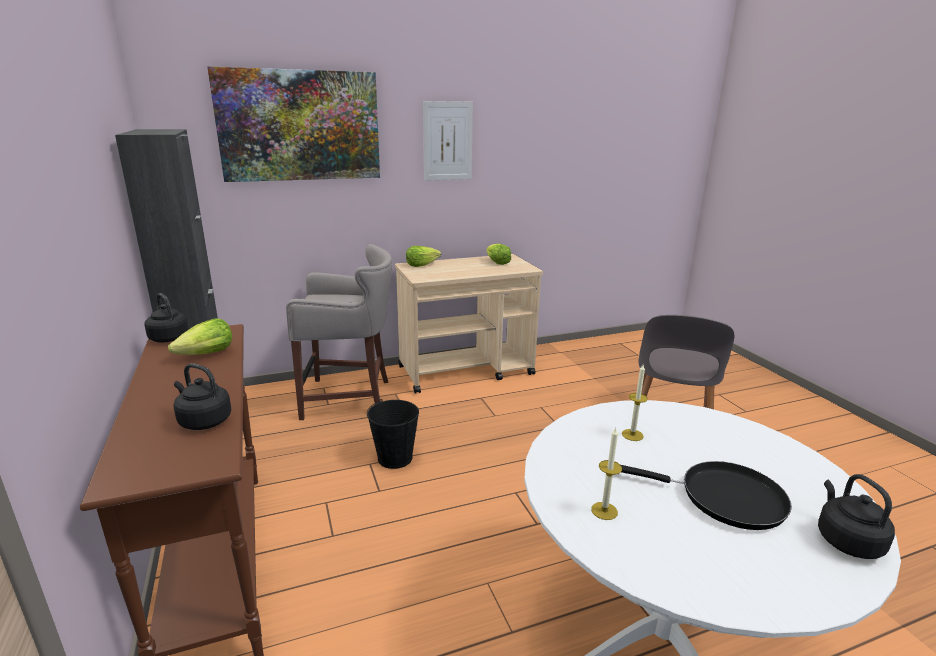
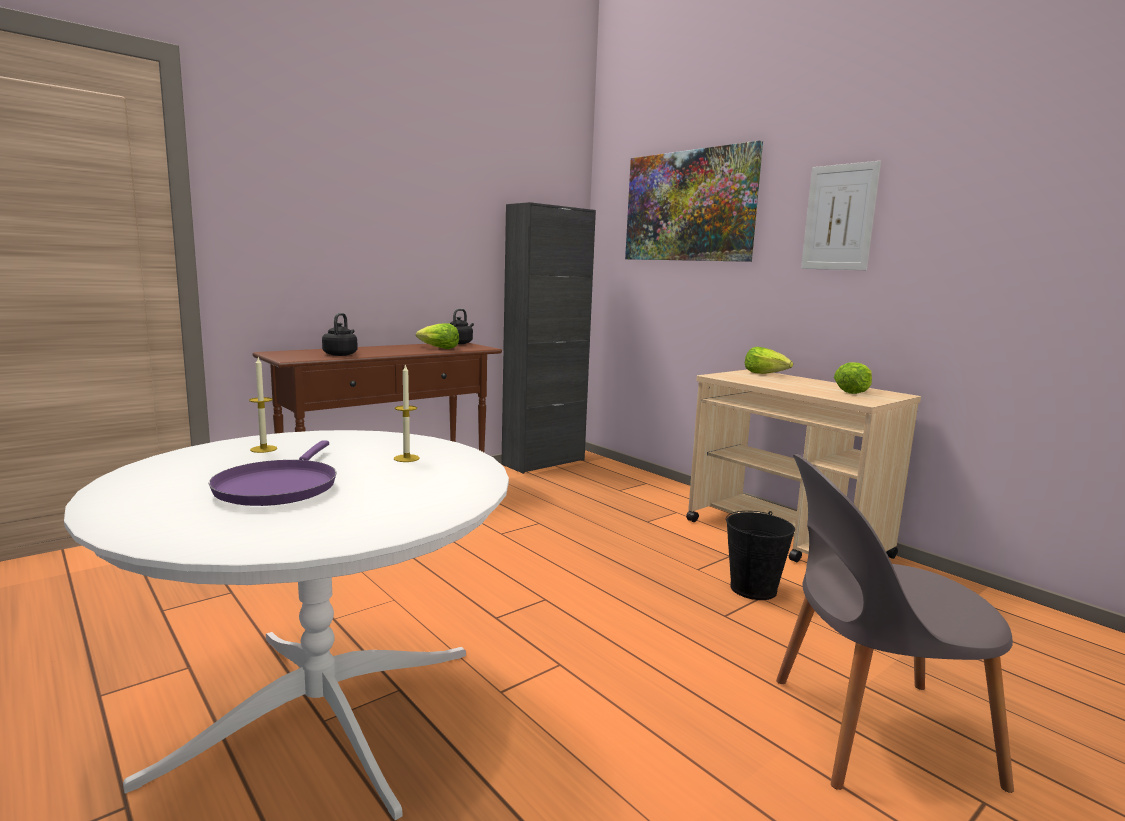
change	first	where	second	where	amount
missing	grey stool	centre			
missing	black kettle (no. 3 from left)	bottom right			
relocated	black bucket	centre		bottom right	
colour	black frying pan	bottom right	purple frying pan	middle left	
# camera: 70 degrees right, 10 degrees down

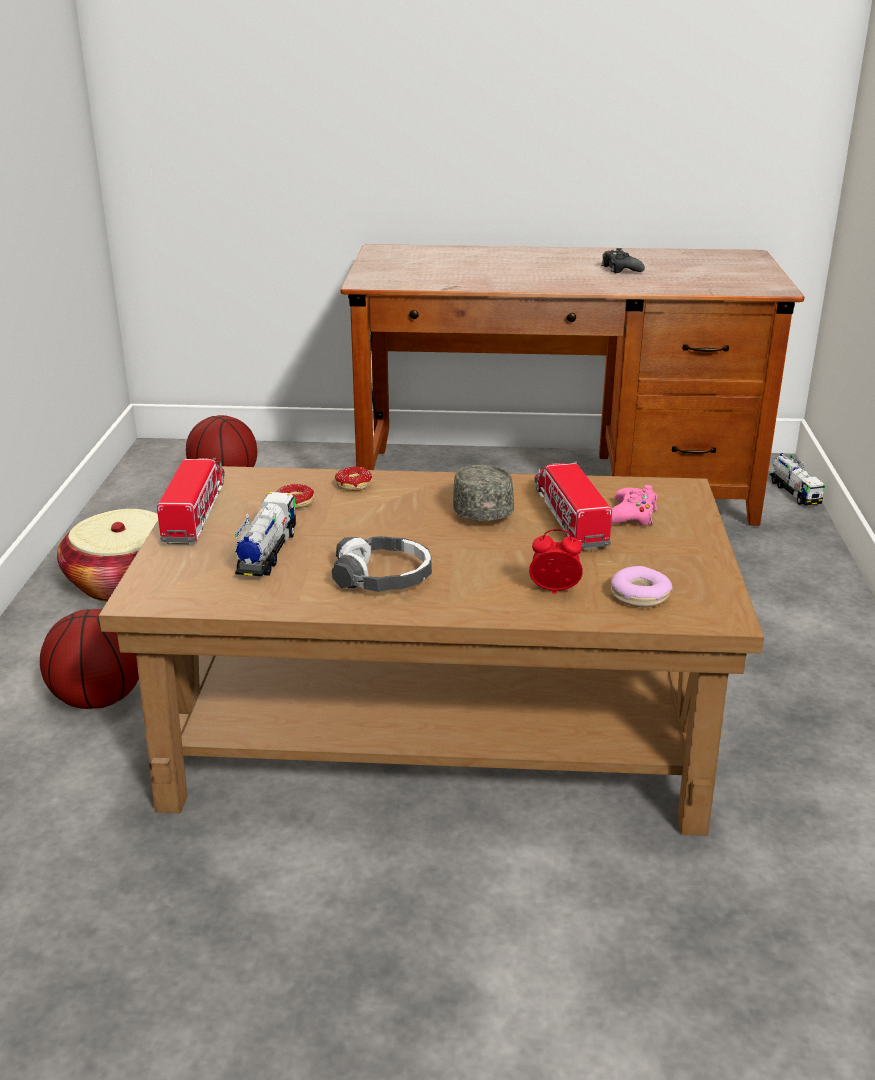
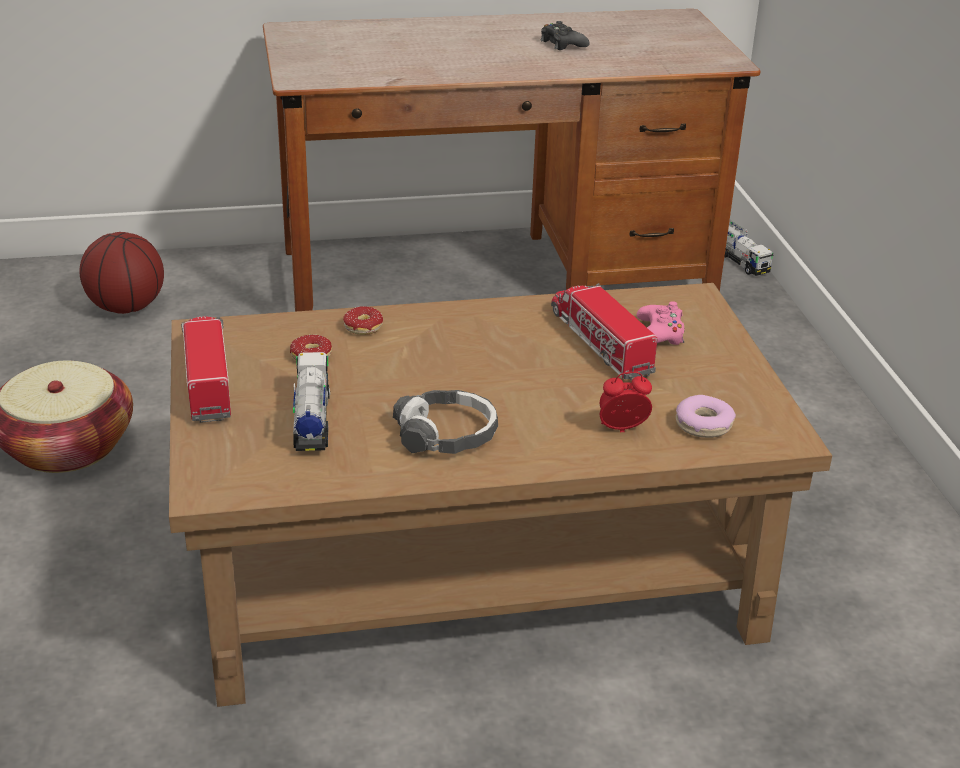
change	first	where	second	where	amount
missing	basketball (no. 1 from left)	middle left			
missing	grey cap	centre			
# camera: 15 degrees left, 5 degrees up

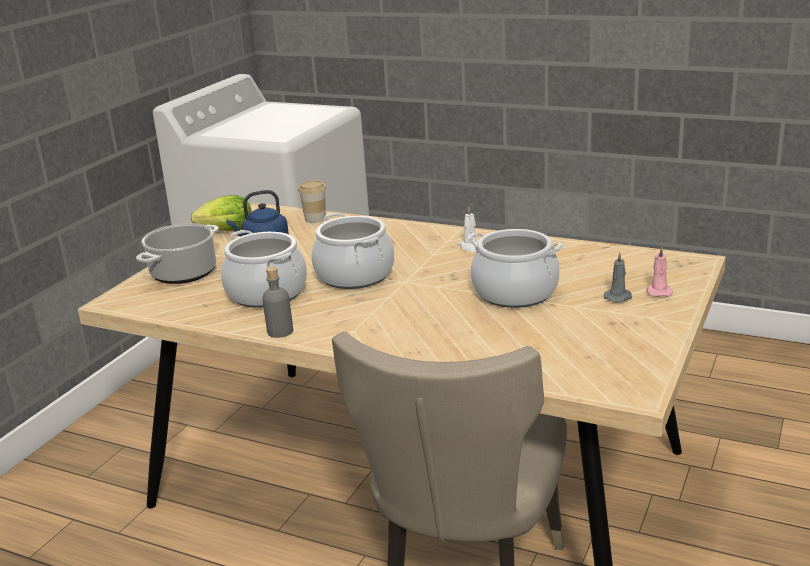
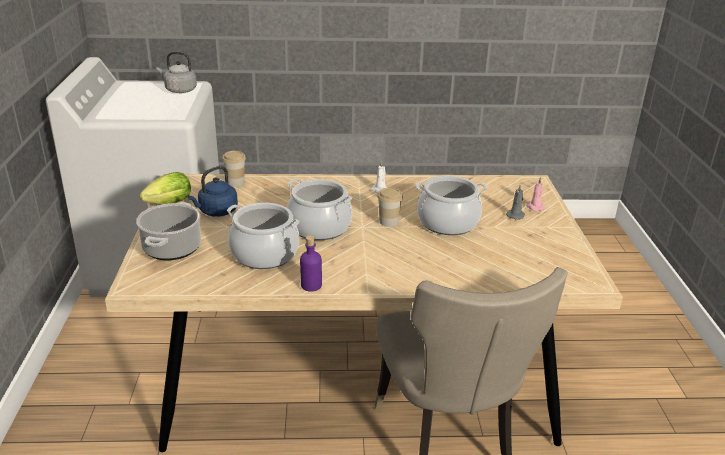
change	first	where	second	where	amount
appeared			grey kettle	top left	
appeared			cup (no. 2 from left)	centre	
colour	grey bottle	centre	purple bottle	centre	
# camera: 30 degrees left, 5 degrees up

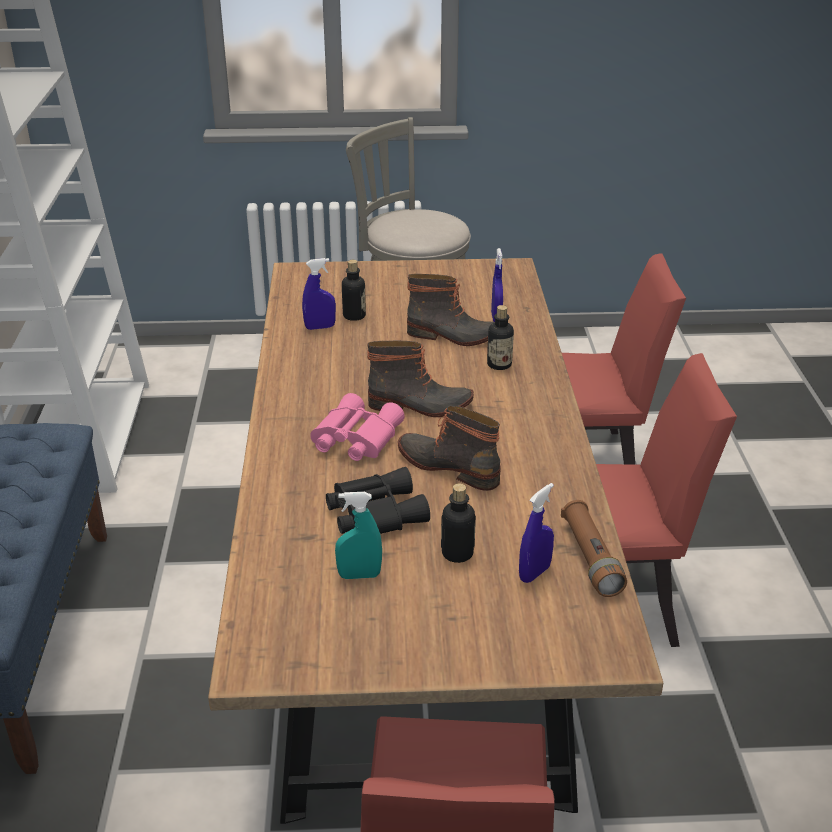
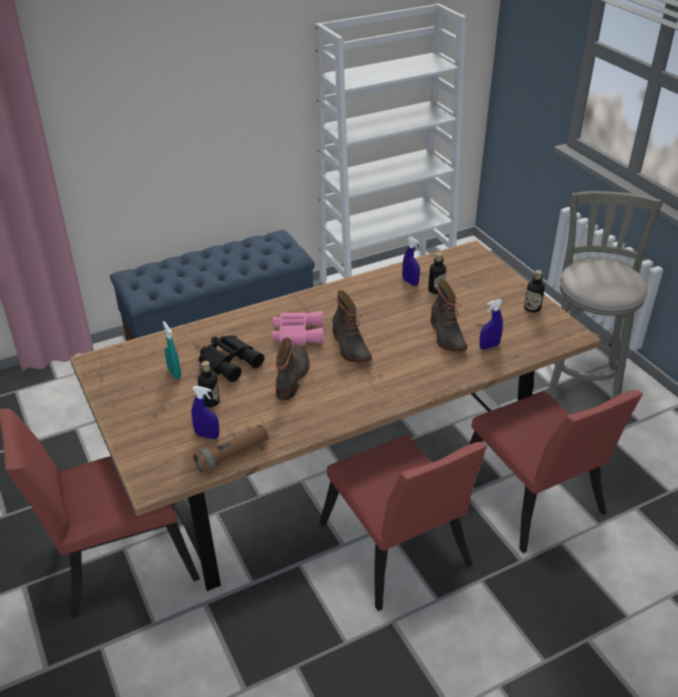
change	first	where	second	where	amount
relocated	bottle (no. 3 from left)	centre		middle right	
# camera: 65 degrees right, 5 degrees up

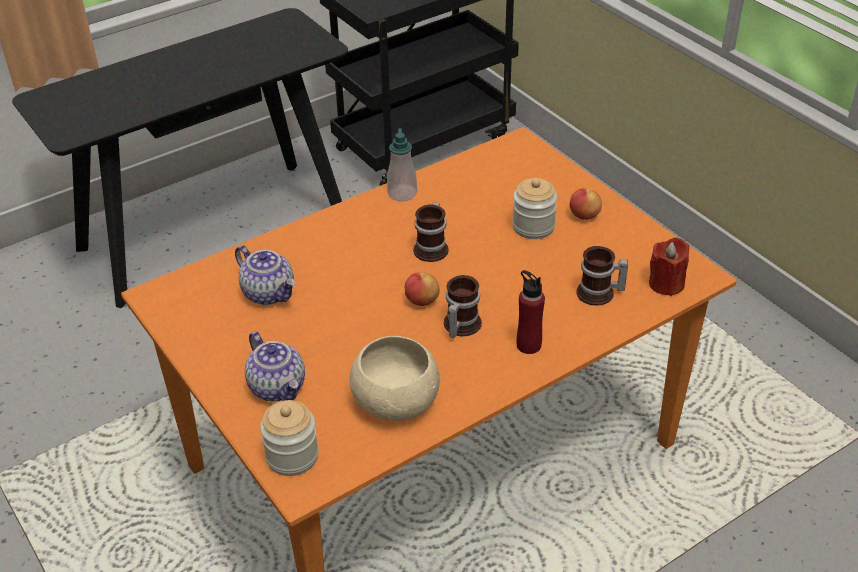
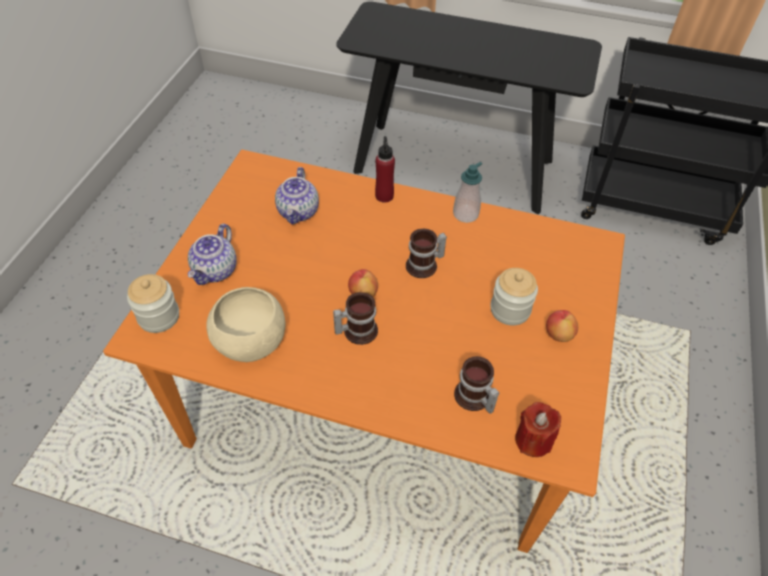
change	first	where	second	where	amount
relocated	red bottle	centre		top centre	
# camera: 50 degrees right, 10 degrees up

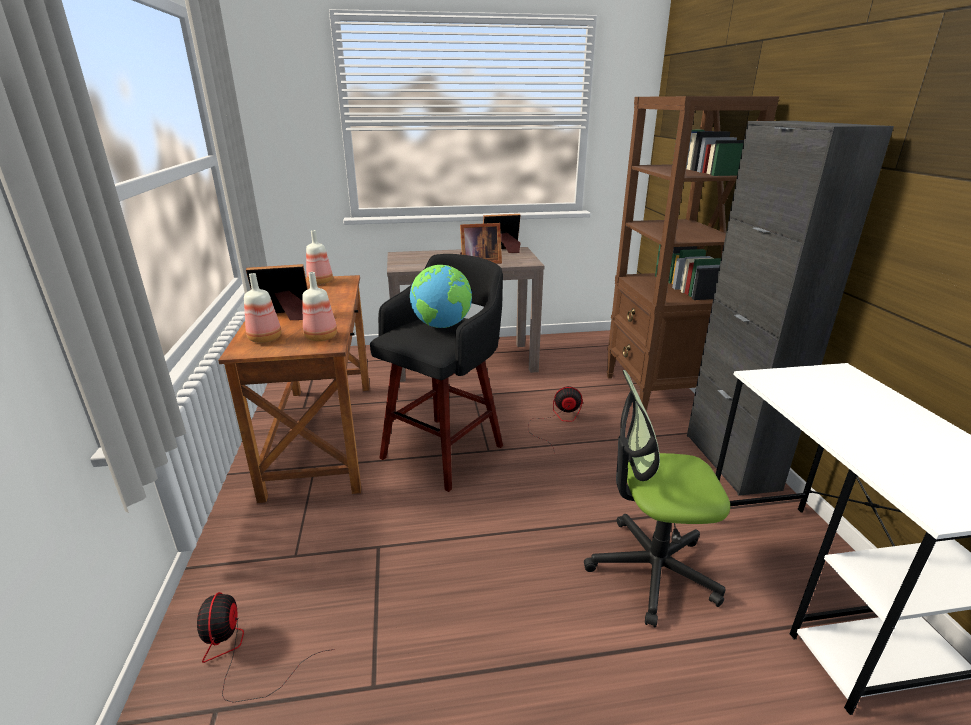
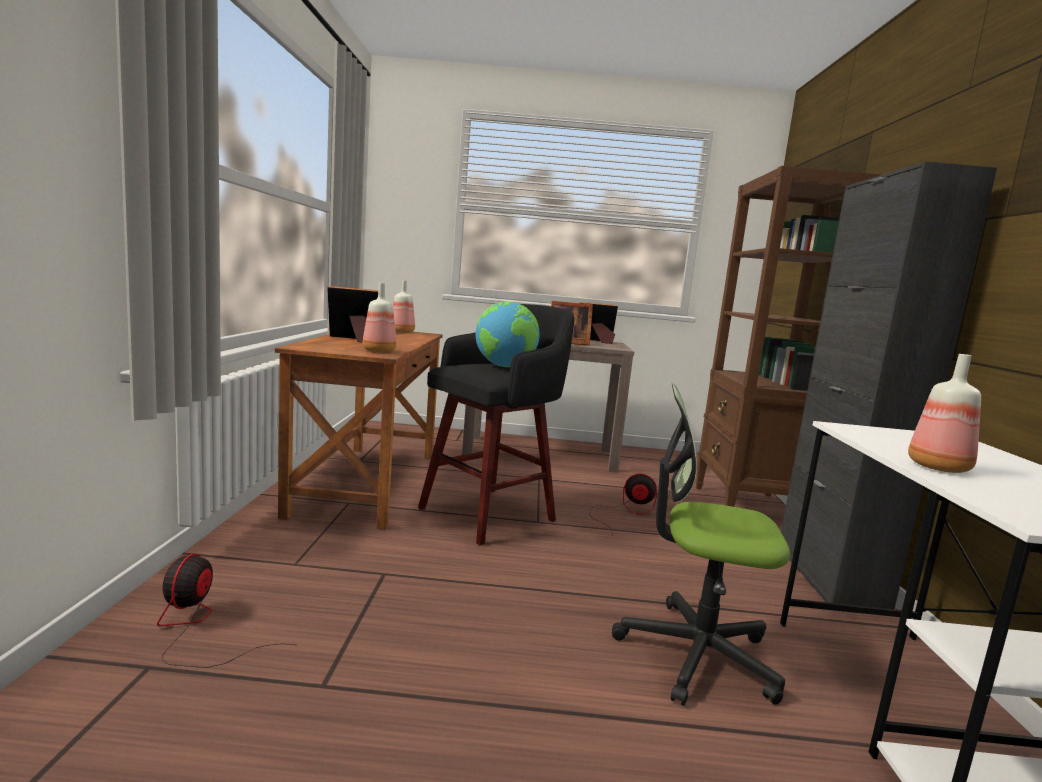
change	first	where	second	where	amount
relocated	bottle (no. 1 from left in the first image)	middle left	bottle (no. 3 from left)	middle right	
# camera: 10 degrees right, 15 degrees down

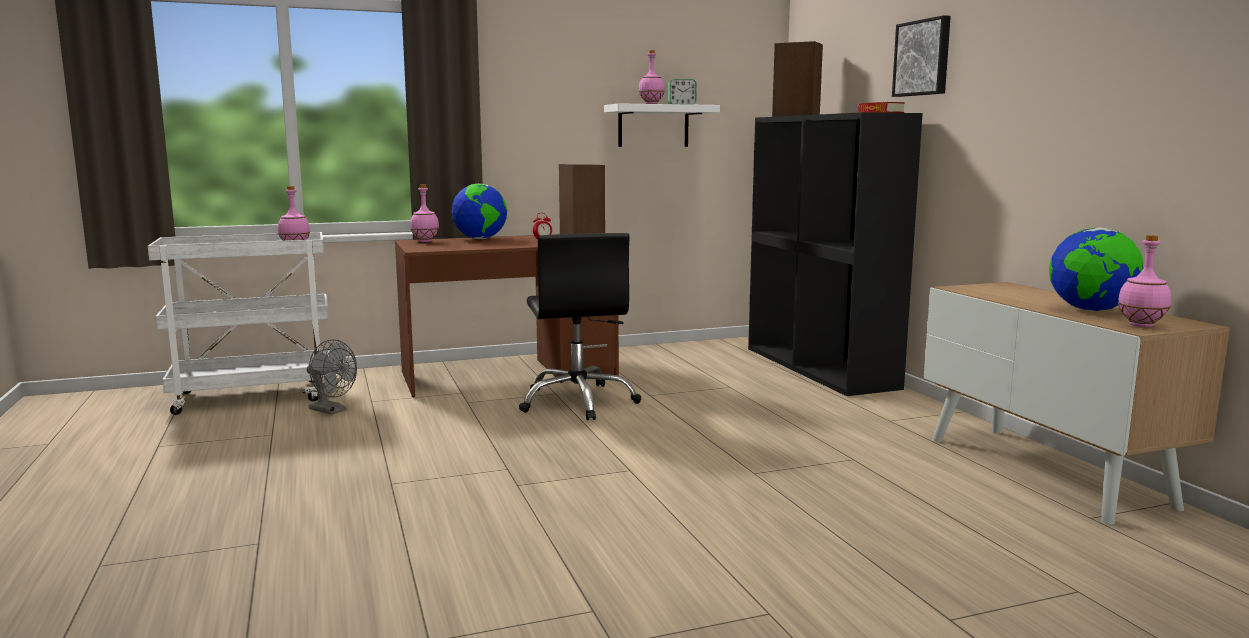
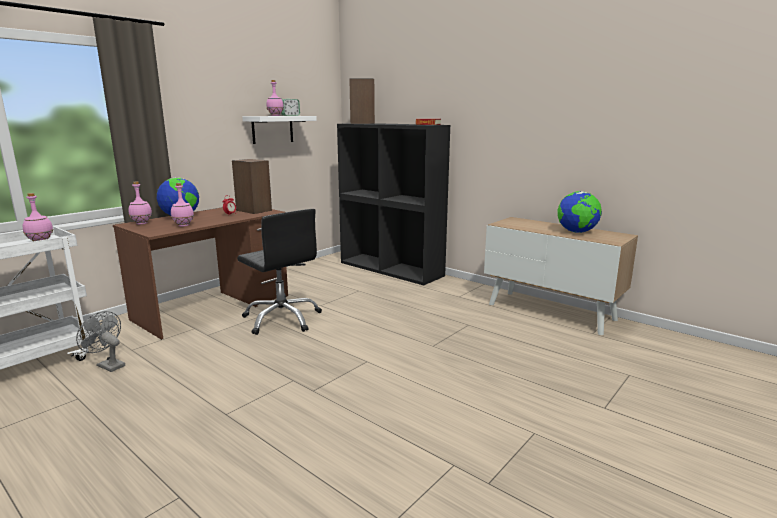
change	first	where	second	where	amount
missing	picture	top right			
relocated	pink bottle (no. 4 from left in the first image)	middle right	pink bottle (no. 3 from left)	middle left	
spun	grey fan	middle left		middle left	150 degrees counterclockwise
# camera: 30 degrees left, 5 degrees up

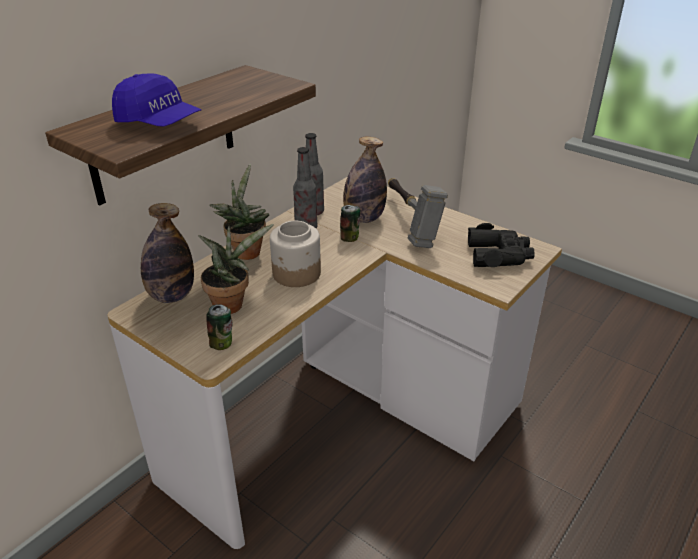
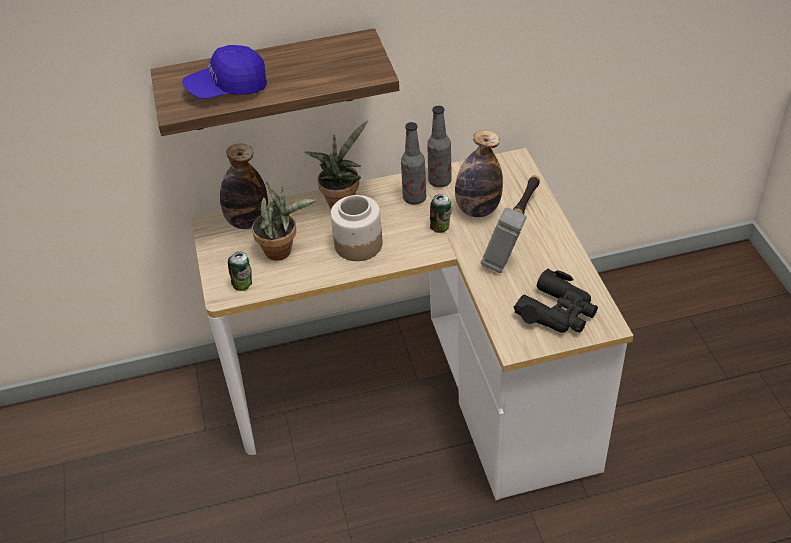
change	first	where	second	where	amount
spun	blue cap	top left		top left	90 degrees clockwise
# camera: 40 degrees right, 10 degrees up

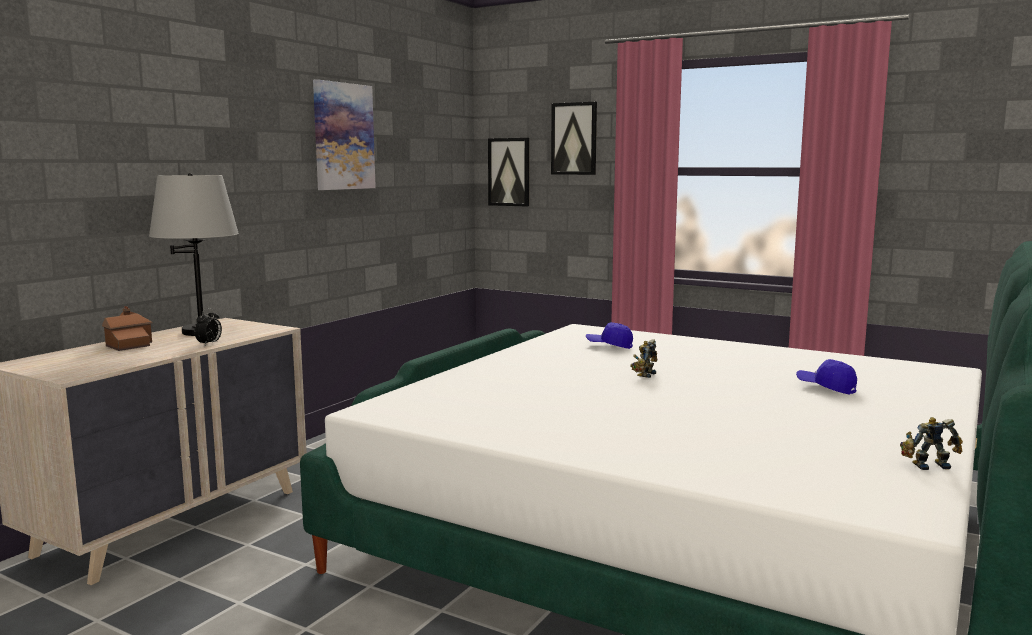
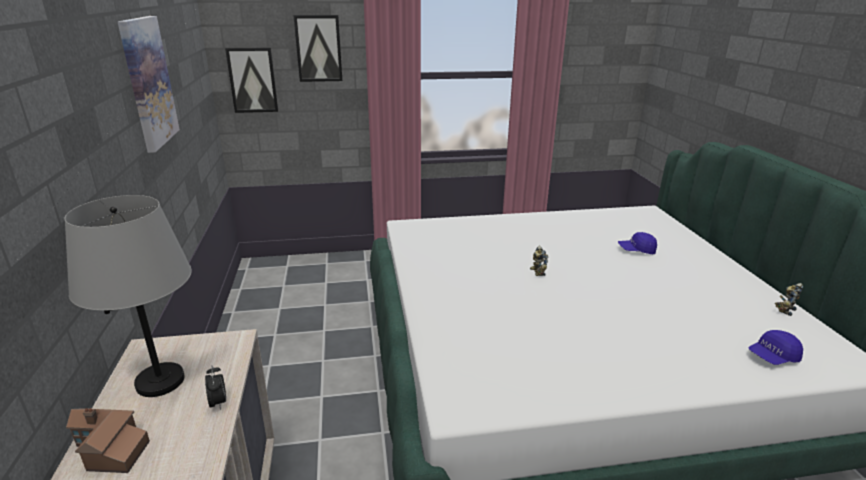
change	first	where	second	where	amount
relocated	blue cap (no. 1 from left in the first image)	centre	blue cap (no. 2 from left)	bottom right	
# camera: 40 degrees left, 15 degrees up

